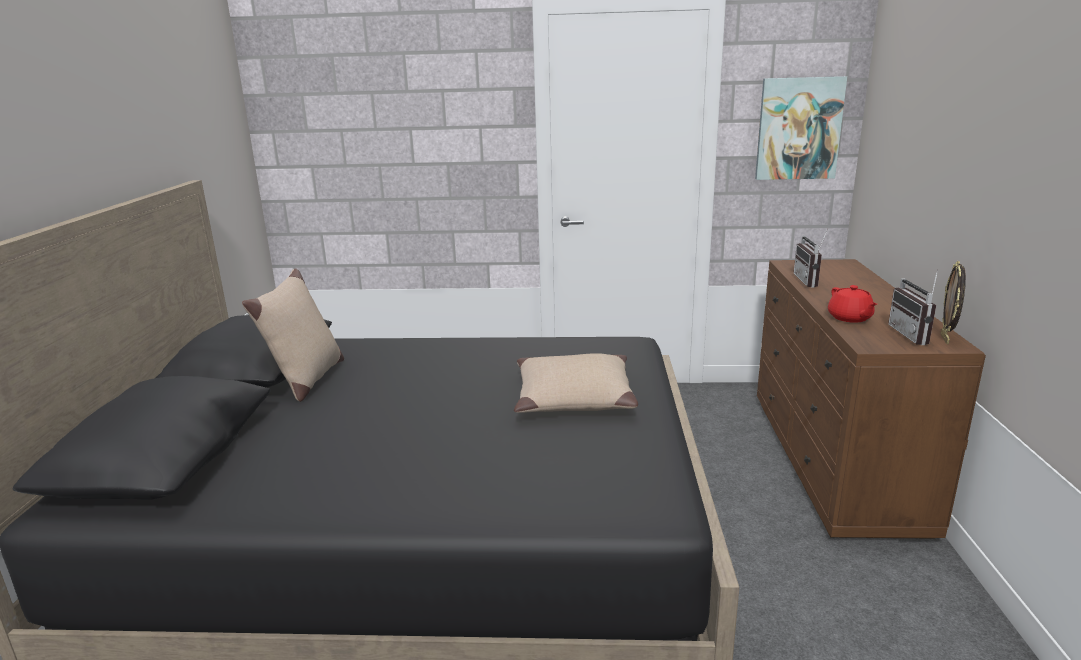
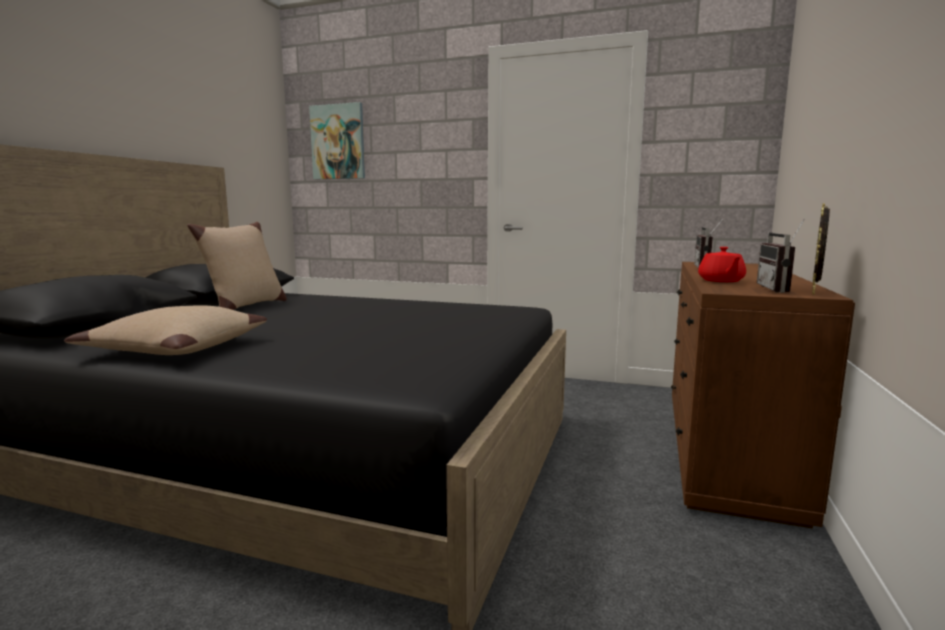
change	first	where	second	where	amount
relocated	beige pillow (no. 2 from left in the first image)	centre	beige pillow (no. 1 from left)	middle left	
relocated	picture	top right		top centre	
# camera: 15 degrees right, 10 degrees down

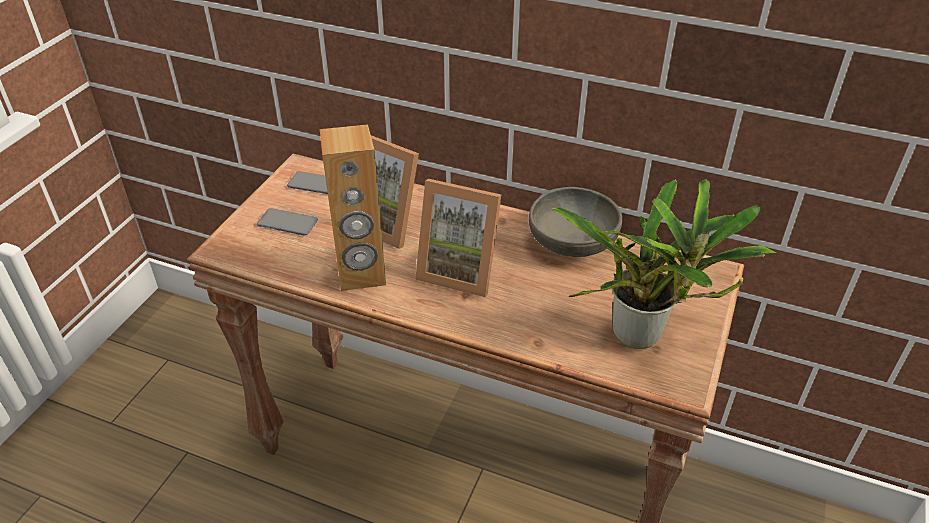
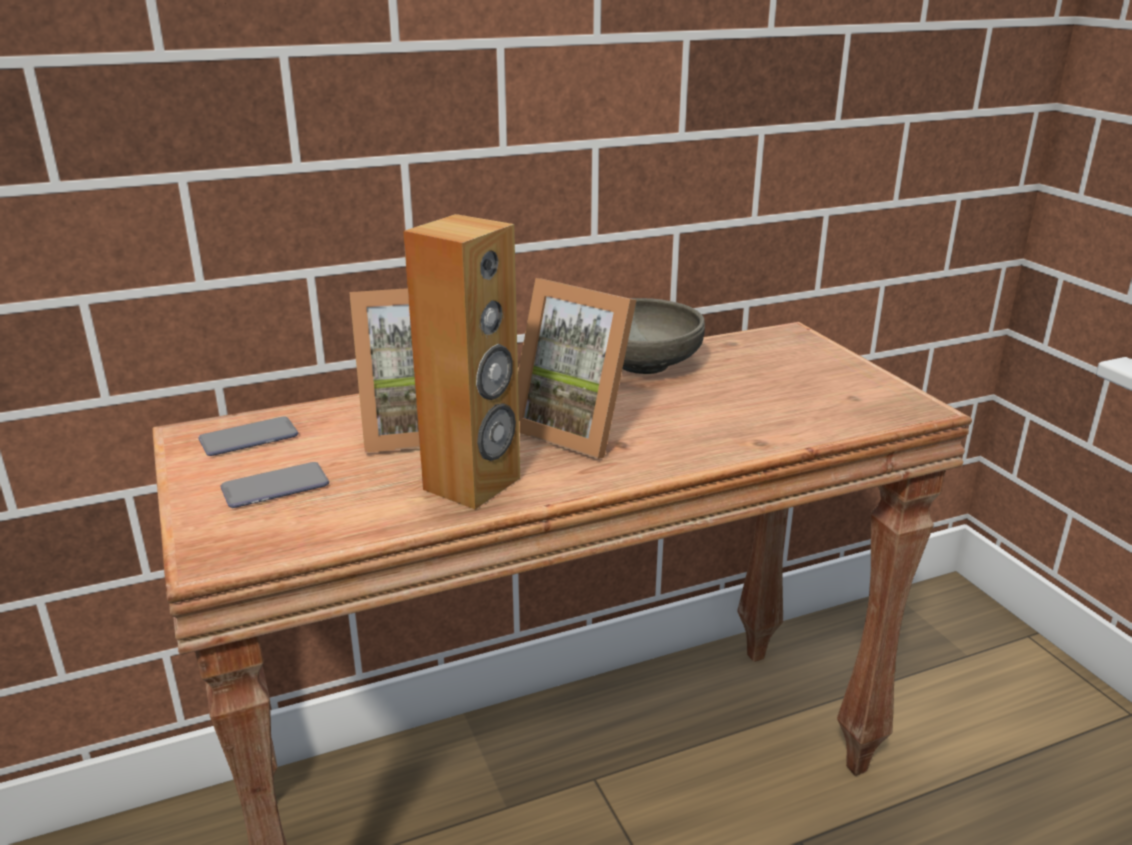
change	first	where	second	where	amount
missing	potted plant	middle right			
spun	picture frame (no. 2 from left)	centre		centre	60 degrees clockwise
# camera: 45 degrees left, 15 degrees down

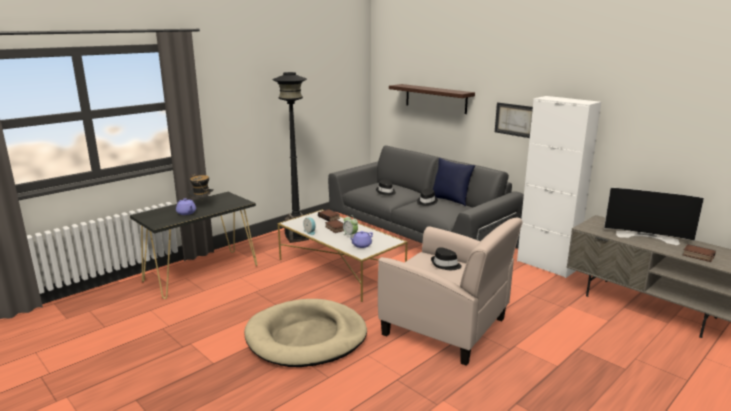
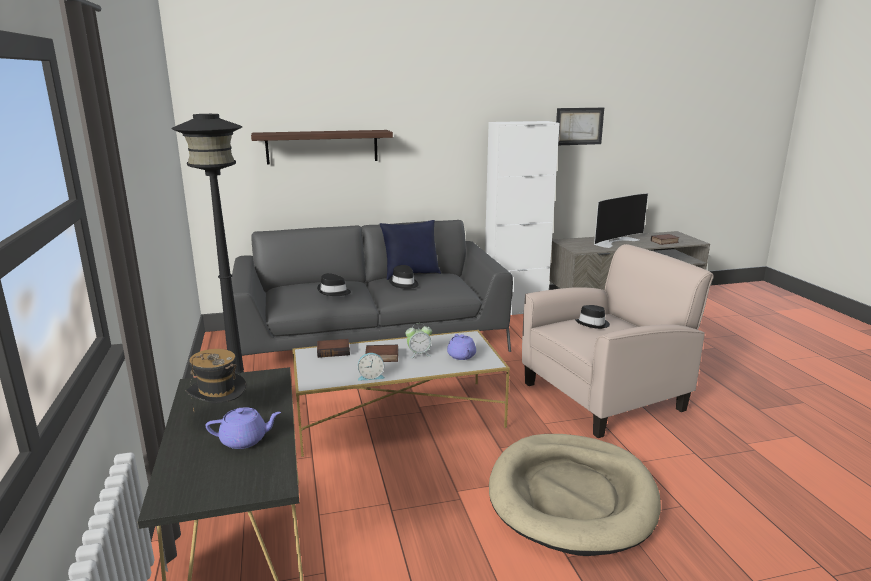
change	first	where	second	where	amount
relocated	picture	top right		top centre	
# camera: 60 degrees left, 0 degrees up

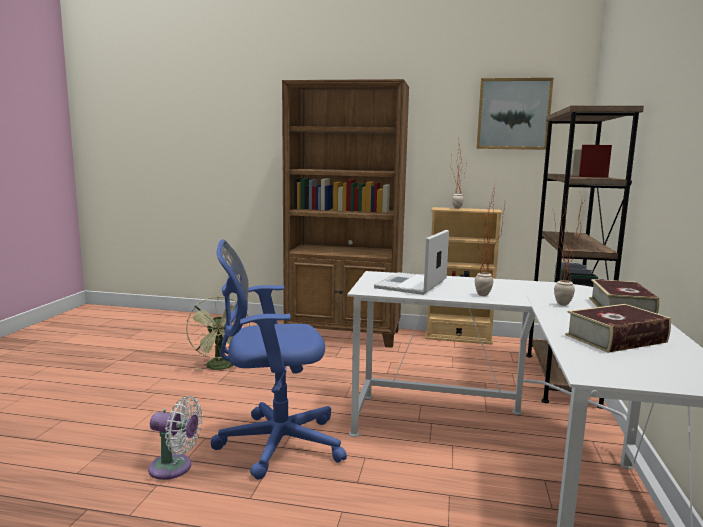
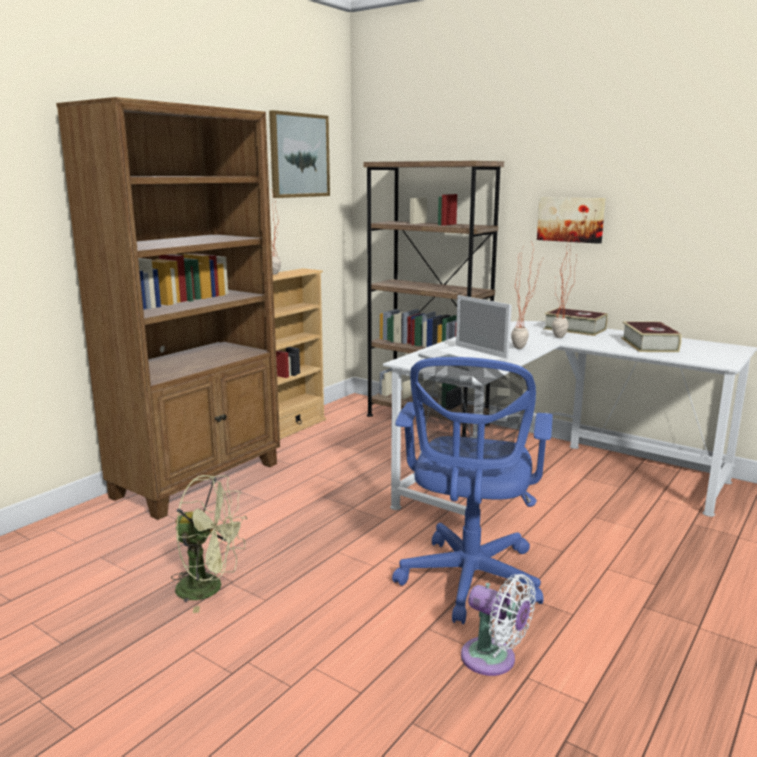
change	first	where	second	where	amount
appeared			picture (no. 2 from left)	top right	
spun	white fan	bottom left		bottom centre	90 degrees clockwise
# camera: 65 degrees left, 5 degrees up

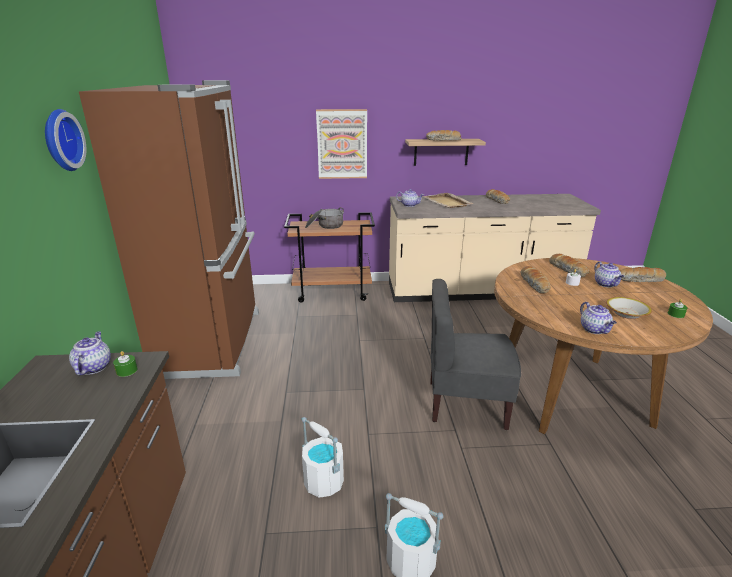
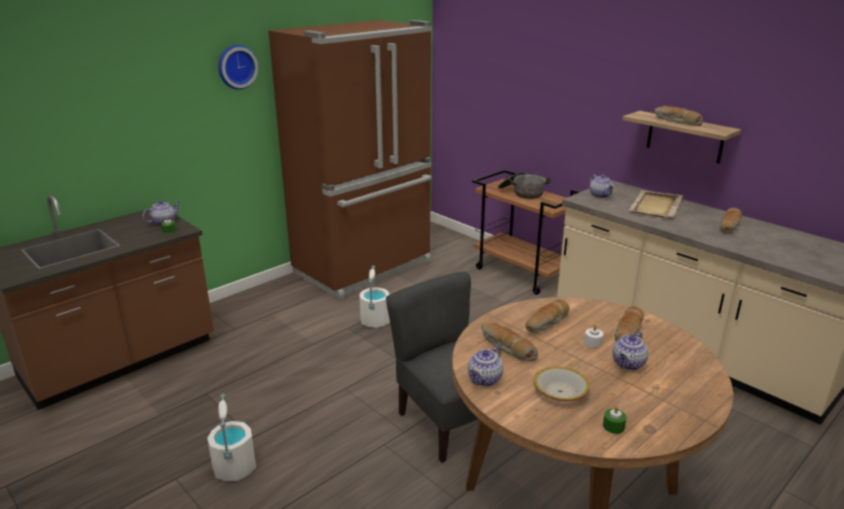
change	first	where	second	where	amount
missing	picture	top centre			
relocated	white bucket (no. 1 from left in the first image)	bottom centre	white bucket (no. 2 from left)	centre	
relocated	bread (no. 5 from left in the first image)	middle right	bread (no. 1 from left)	bottom centre	
# camera: 50 degrees right, 0 degrees up

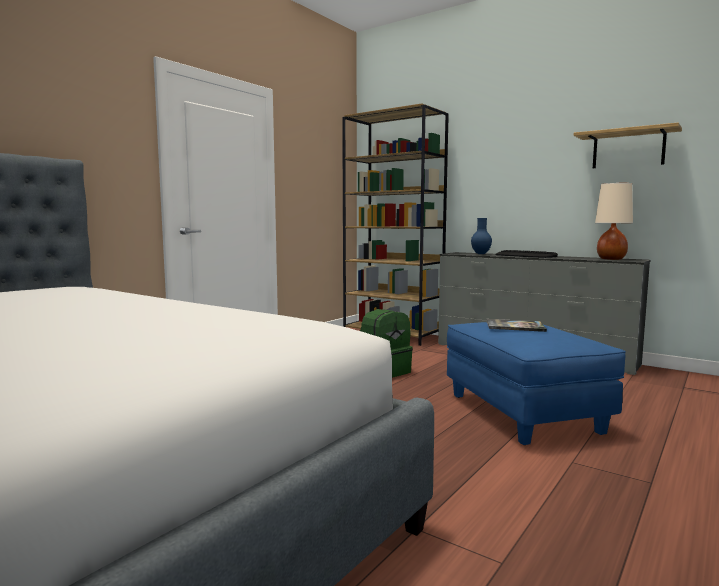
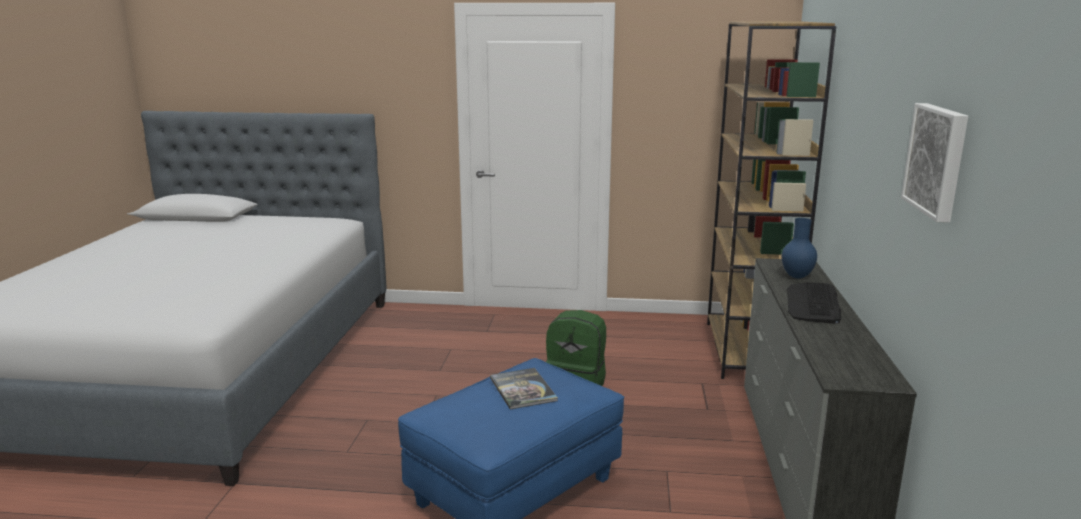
change	first	where	second	where	amount
missing	beige table lamp	middle right			
exchanged	shelf	top right	picture	top right	
# camera: 60 degrees right, 10 degrees up

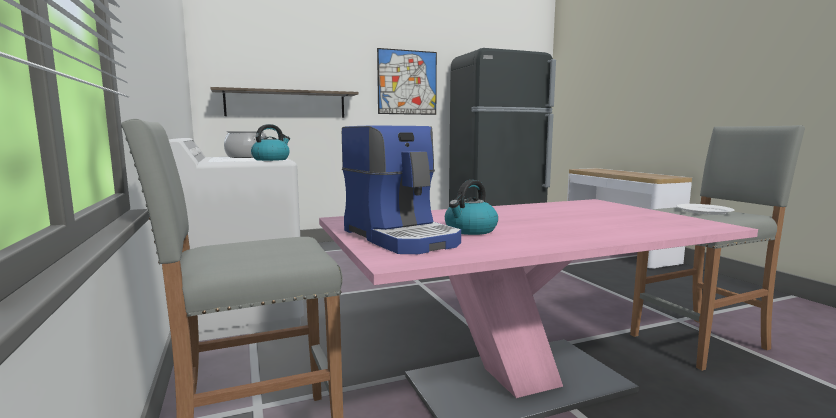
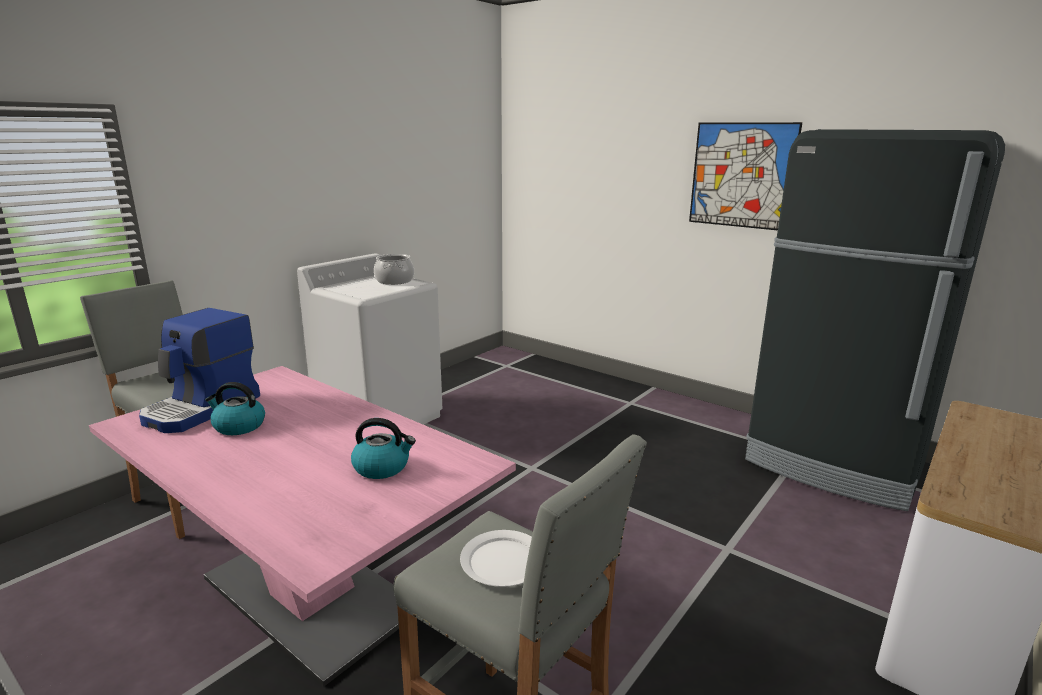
change	first	where	second	where	amount
missing	shelf	top centre			
relocated	kettle (no. 1 from left in the first image)	middle left	kettle (no. 2 from left)	centre	
# camera: 60 degrees right, 10 degrees up

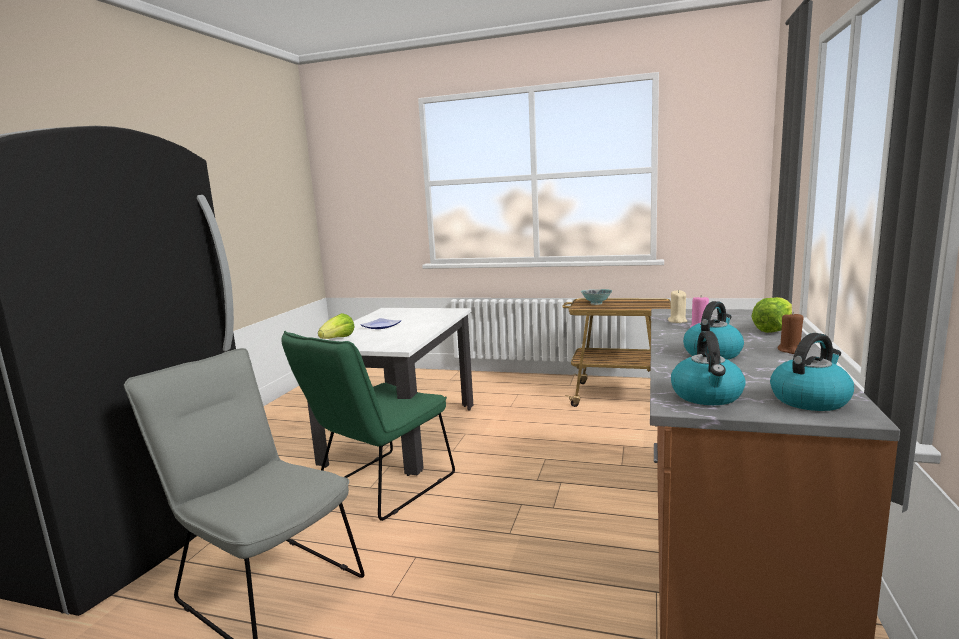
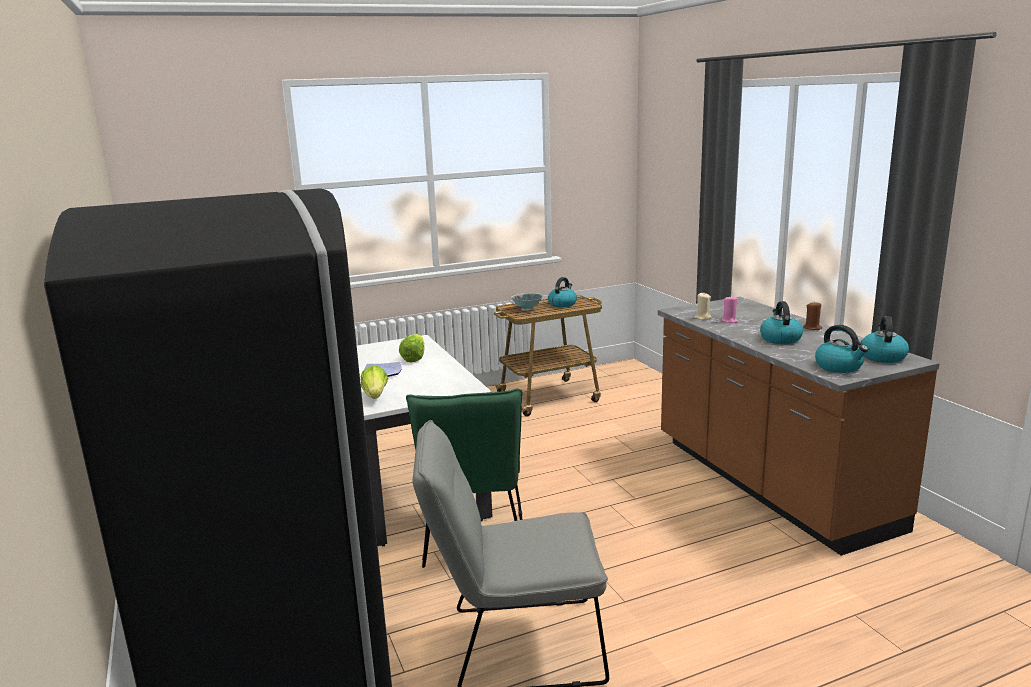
change	first	where	second	where	amount
appeared			kettle (no. 1 from left)	centre	
relocated	lettuce (no. 2 from left)	middle right		centre	
# camera: 40 degrees left, 5 degrees up

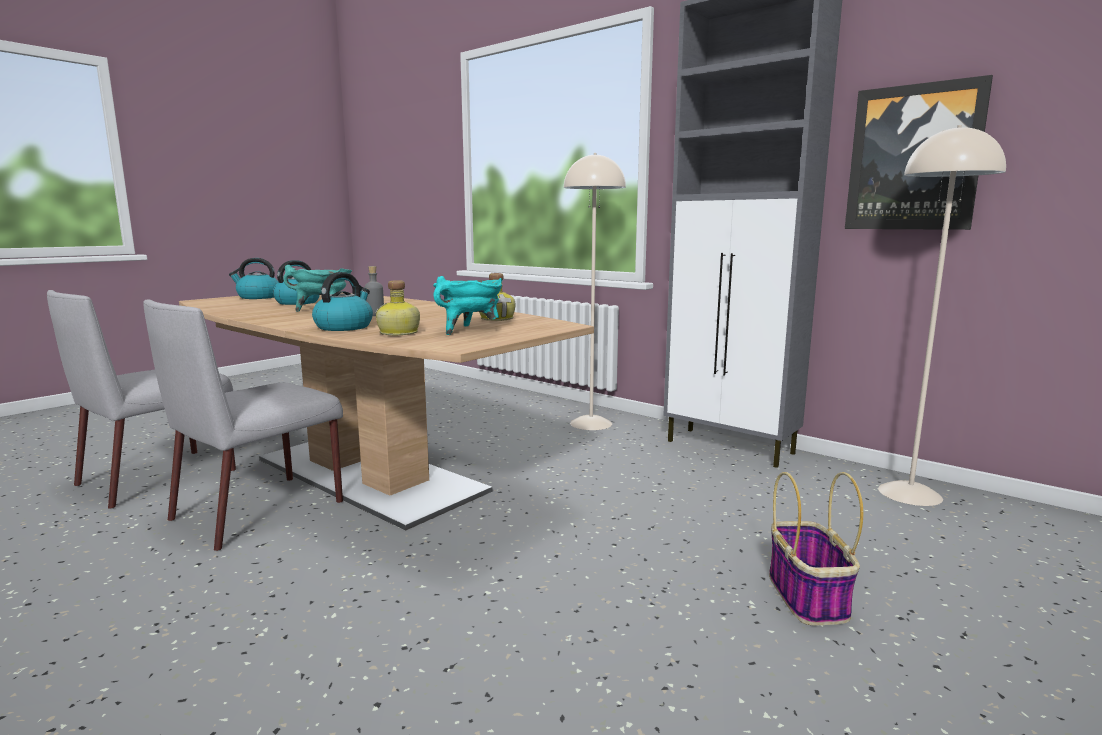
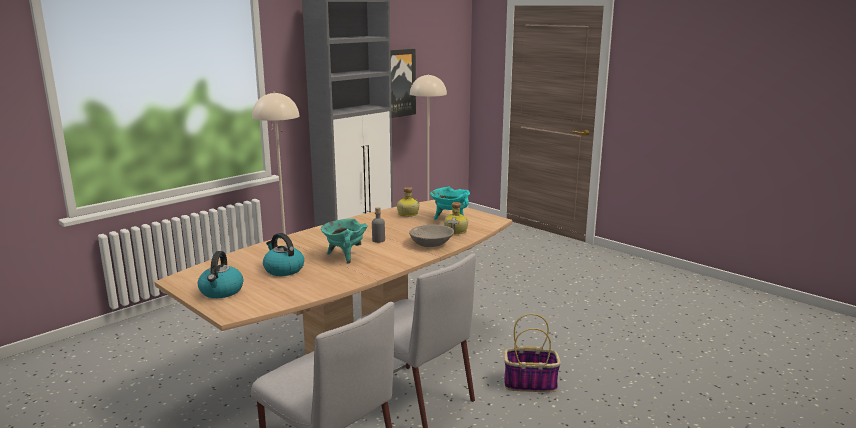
change	first	where	second	where	amount
relocated	basket	bottom right		bottom centre	
exchanged	kettle (no. 3 from left)	middle left	grey bowl	centre	
# camera: 85 degrees left, 5 degrees up

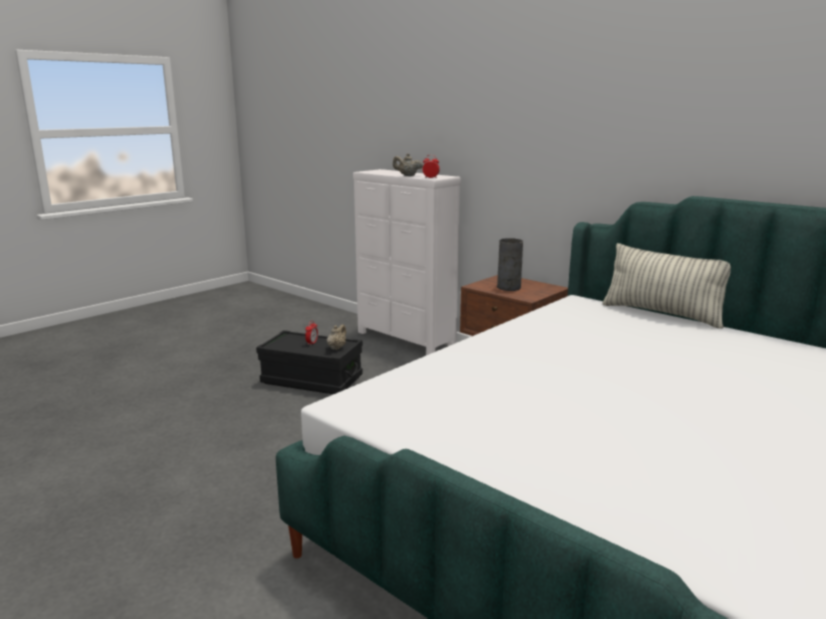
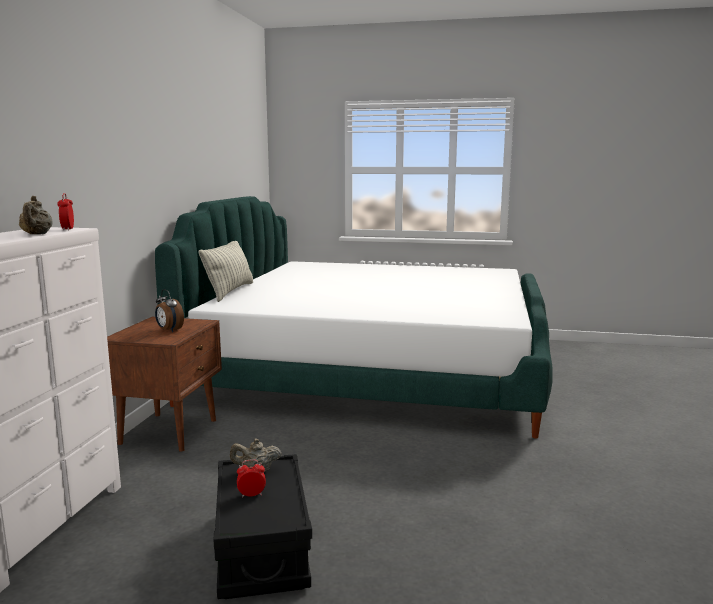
change	first	where	second	where	amount
exchanged	grey vase	centre	alarm clock (no. 2 from left)	middle left	
# camera: 120 degrees left, 5 degrees down

